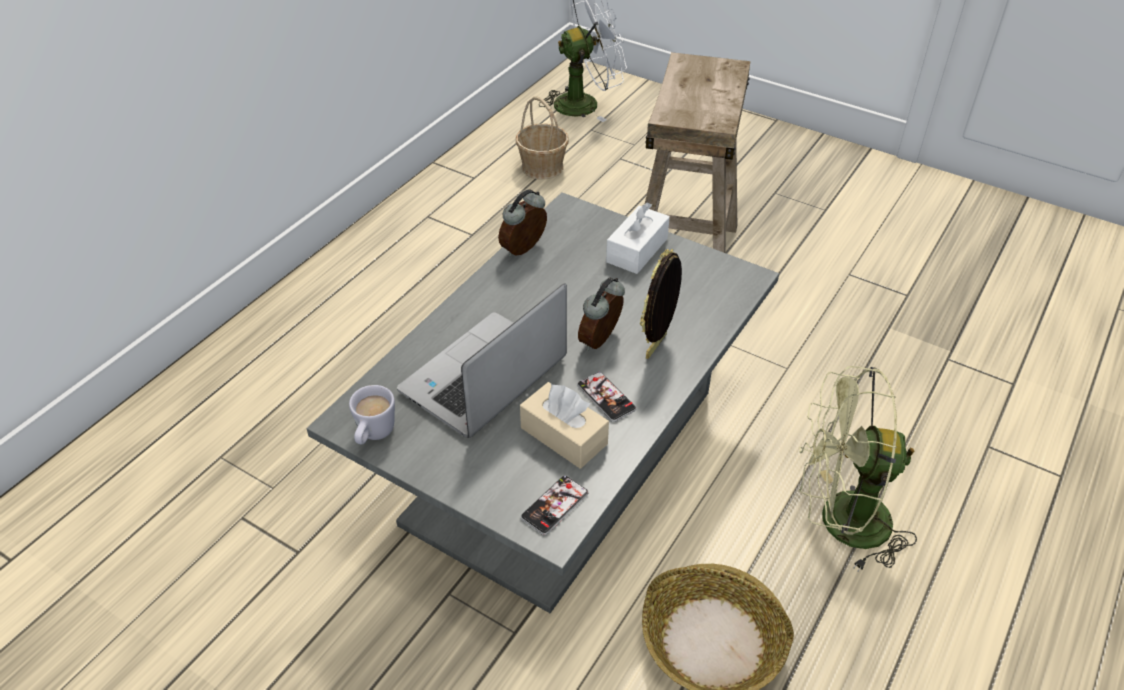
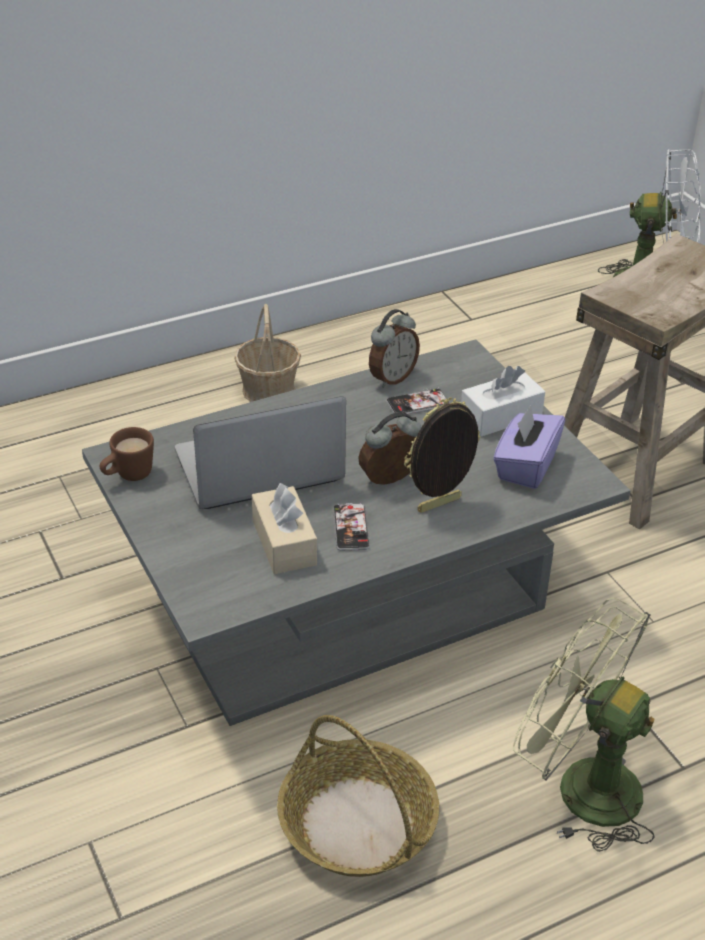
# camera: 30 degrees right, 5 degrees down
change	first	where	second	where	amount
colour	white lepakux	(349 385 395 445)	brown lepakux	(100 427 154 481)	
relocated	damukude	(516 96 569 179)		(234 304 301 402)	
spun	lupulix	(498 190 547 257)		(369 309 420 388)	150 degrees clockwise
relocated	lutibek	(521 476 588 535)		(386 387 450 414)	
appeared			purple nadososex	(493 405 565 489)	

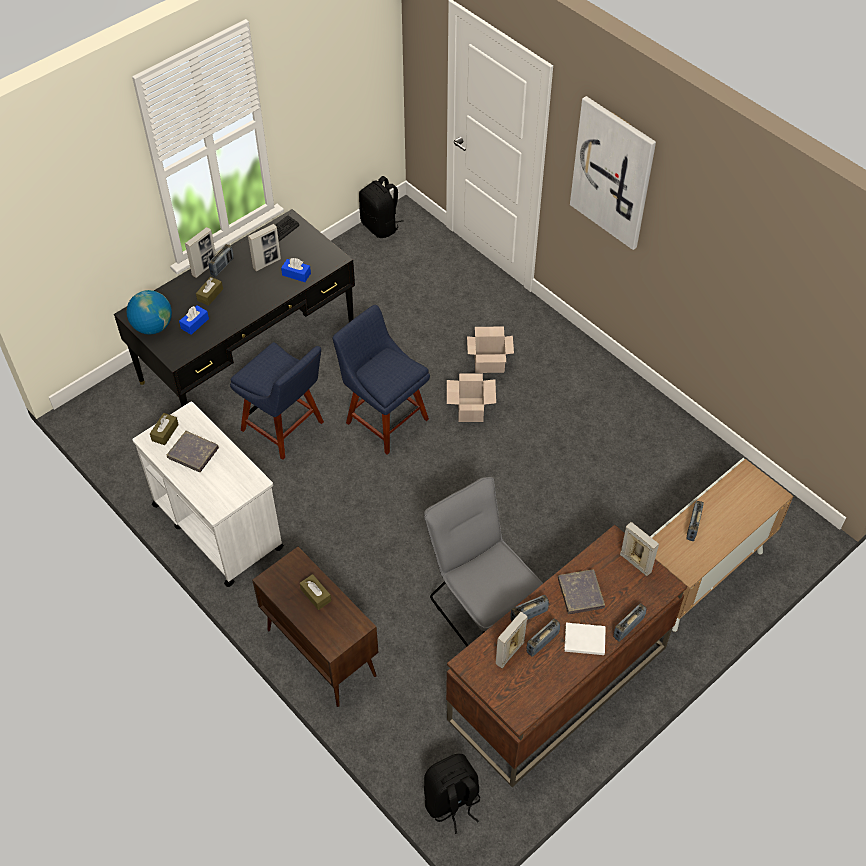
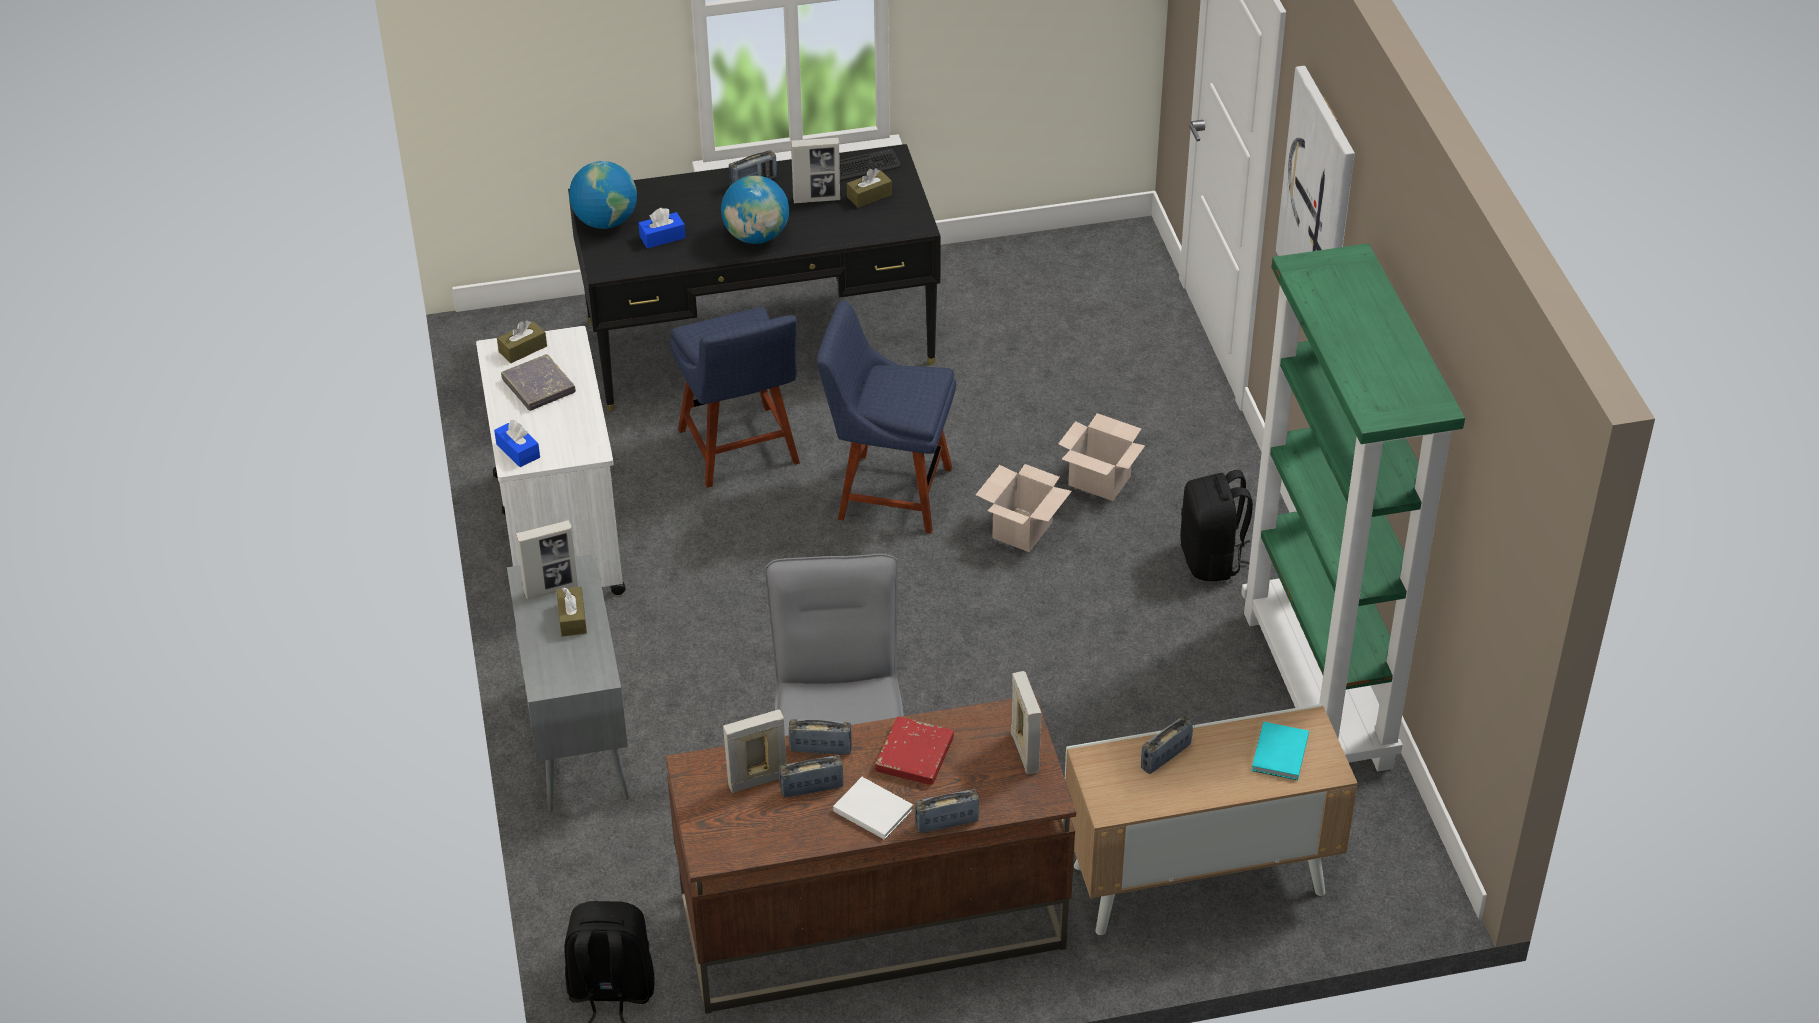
# camera: 30 degrees right, 10 degrees down
change	first	where	second	where	amount
relocated	blue nadososex	(281 258 311 282)		(494 420 540 467)	
colour	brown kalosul	(252 547 379 707)	grey kalosul	(507 554 629 812)	
relocated	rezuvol	(185 227 216 278)		(516 520 578 599)	
appeared			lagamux	(721 176 789 244)	
spun	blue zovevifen	(333 305 430 455)		(817 301 956 534)	60 degrees counterclockwise
relocated	brown nadososex	(196 277 223 306)		(847 168 892 208)	
colour	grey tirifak	(558 569 605 614)	red tirifak	(875 716 954 785)	
relocated	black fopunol	(359 176 404 238)		(1180 470 1253 581)	
appeared			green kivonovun	(1241 243 1465 771)	
appeared			turquoise tirifak	(1251 722 1309 780)	

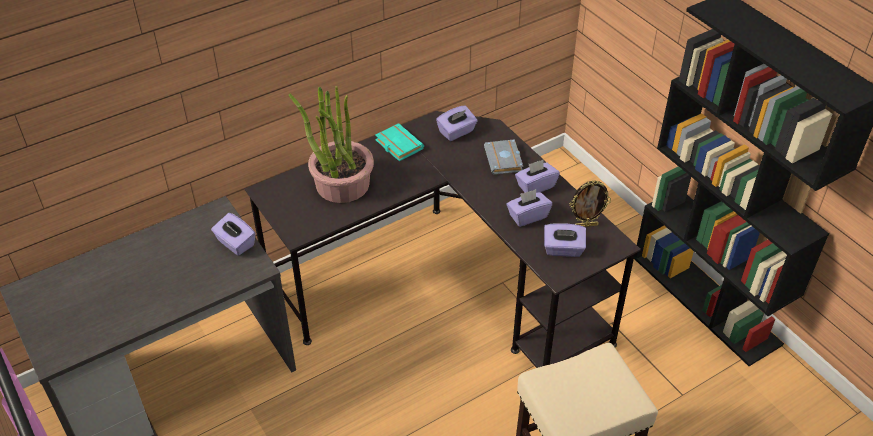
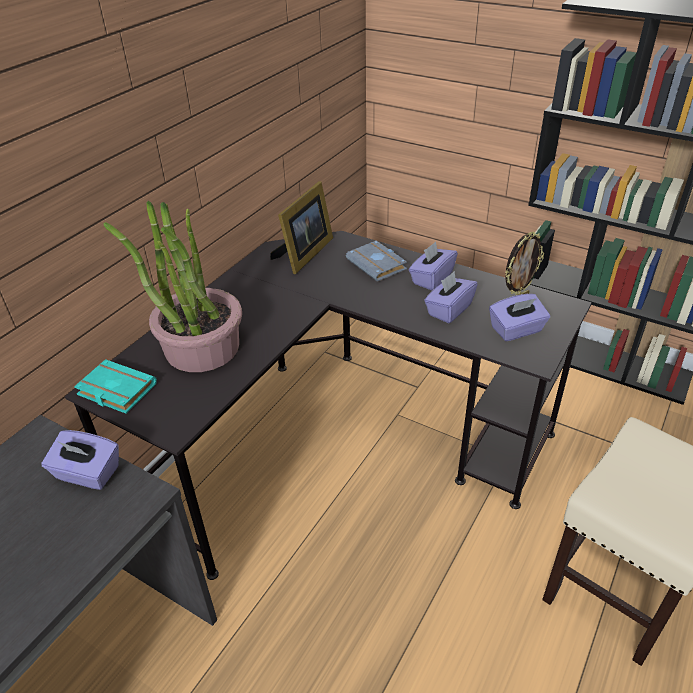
# camera: 25 degrees left, 5 degrees down
change	first	where	second	where	amount
relocated	turquoise tirifak	(375 123 424 161)		(74 359 157 414)	
exchanged	purple nadososex	(436 105 477 141)	rezuvol	(270 181 333 274)	

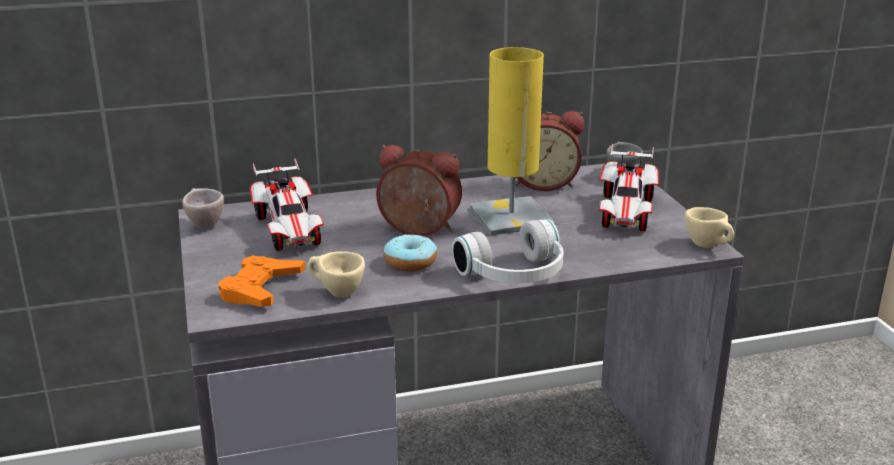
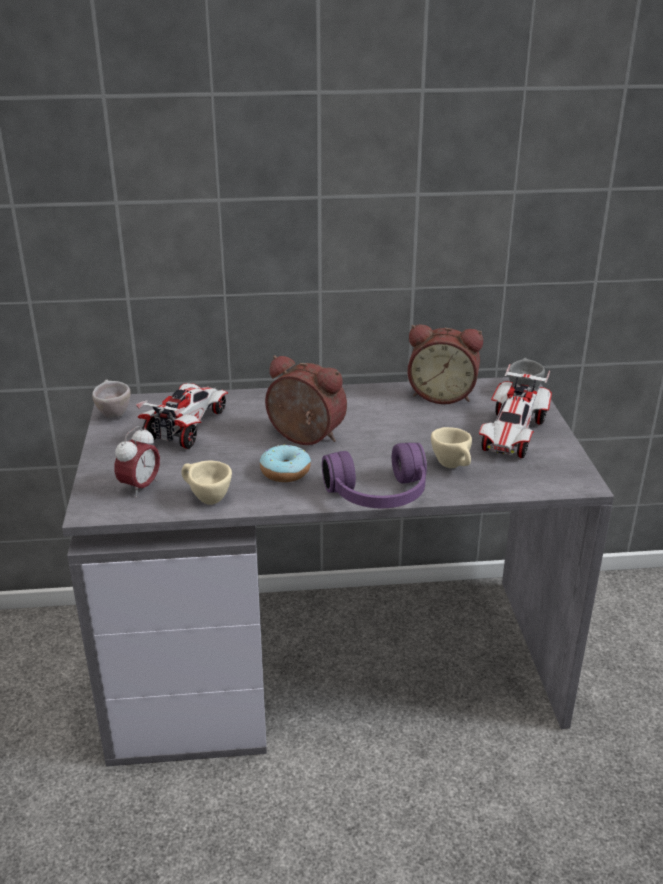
# camera: 10 degrees right, 5 degrees up
change	first	where	second	where	amount
exchanged	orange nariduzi	(219 255 306 307)	lupulix	(115 426 160 498)	
spun	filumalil	(250 158 324 251)		(136 383 228 449)	150 degrees counterclockwise
colour	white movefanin	(452 219 564 283)	purple movefanin	(322 443 427 508)	
relocated	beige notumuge	(685 207 734 248)		(431 427 472 468)	
missing	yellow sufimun	(470 47 555 235)			

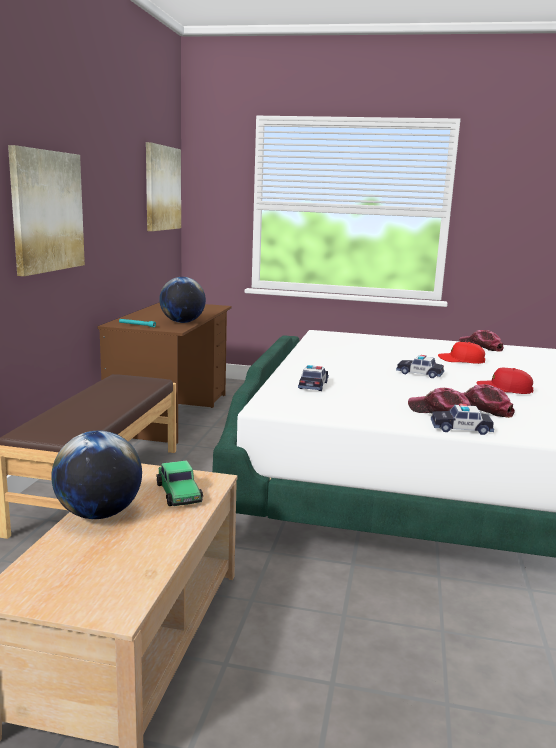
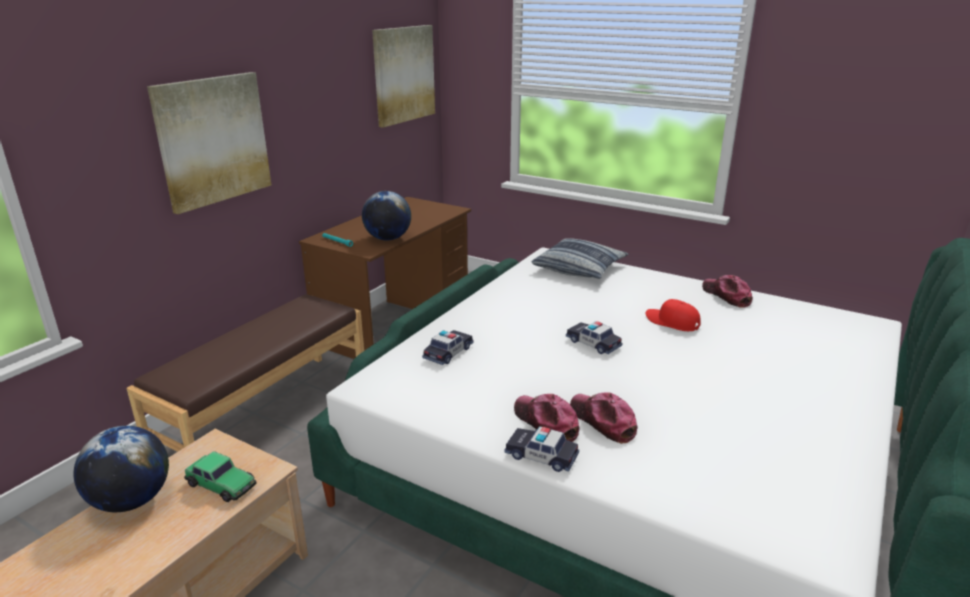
# camera: 20 degrees right, 10 degrees up
change	first	where	second	where	amount
spun	filumalil	(156 460 203 506)		(184 451 257 502)	60 degrees counterclockwise
appeared			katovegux	(531 238 628 279)	
missing	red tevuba	(477 368 533 394)			

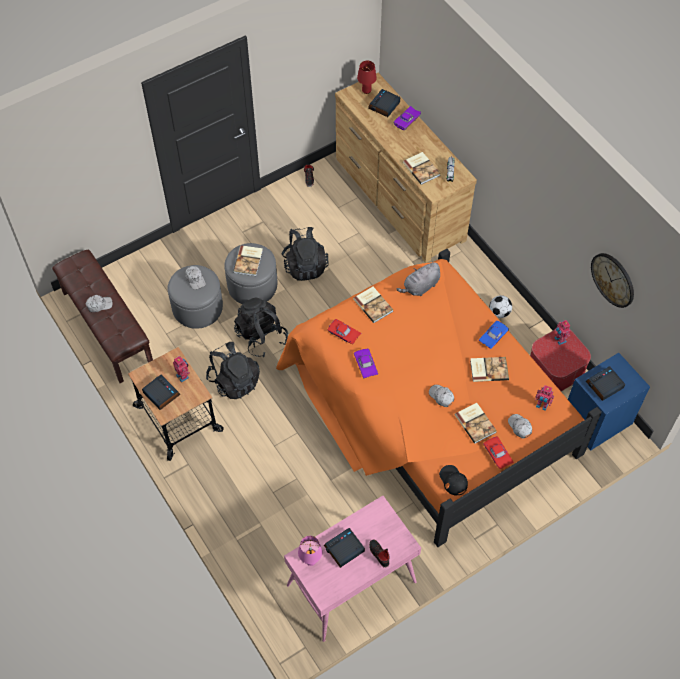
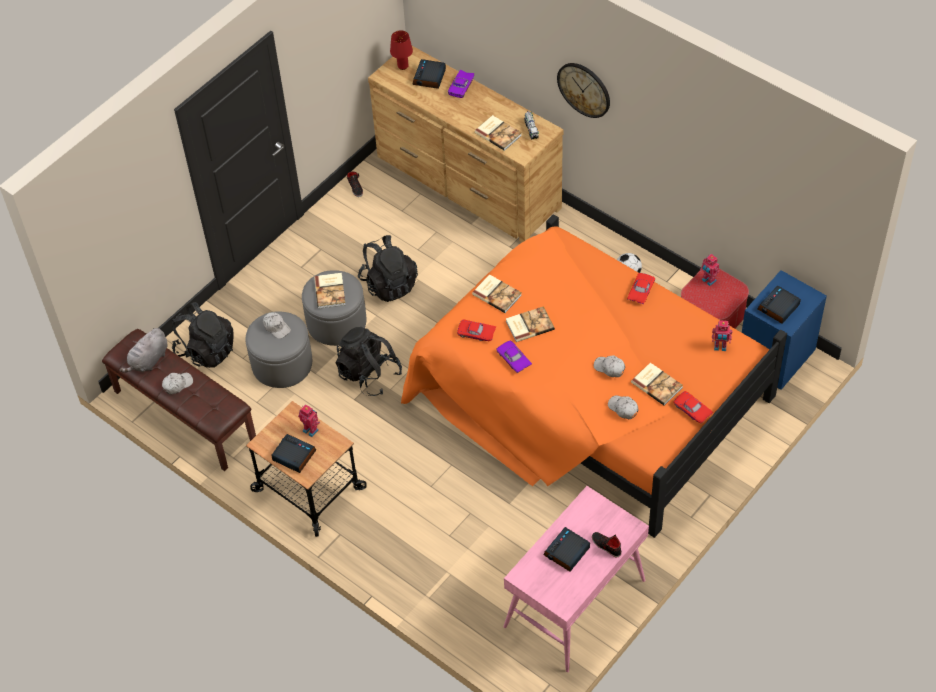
# camera: 15 degrees left, 5 degrees down
change	first	where	second	where	amount
relocated	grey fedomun	(396 262 440 296)		(120 328 168 372)	
relocated	black fopunol	(206 342 260 399)		(172 302 234 368)	
relocated	tirifak	(470 357 509 382)		(506 306 555 342)	
relocated	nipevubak	(591 253 634 308)		(557 63 610 118)	
relocated	white tevuba	(508 414 532 439)		(608 396 638 419)	
colour	blue filumalil	(479 321 509 349)	red filumalil	(627 273 655 304)	
missing	pink sufimun	(298 536 322 566)			
missing	black tevuba	(439 465 468 496)			

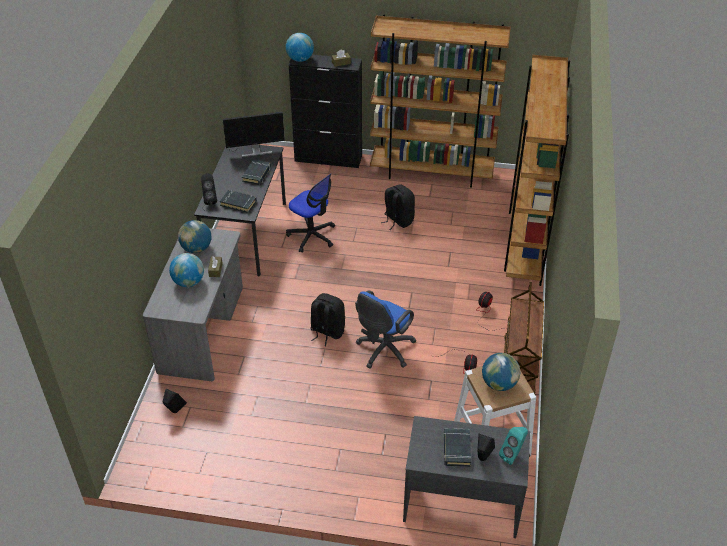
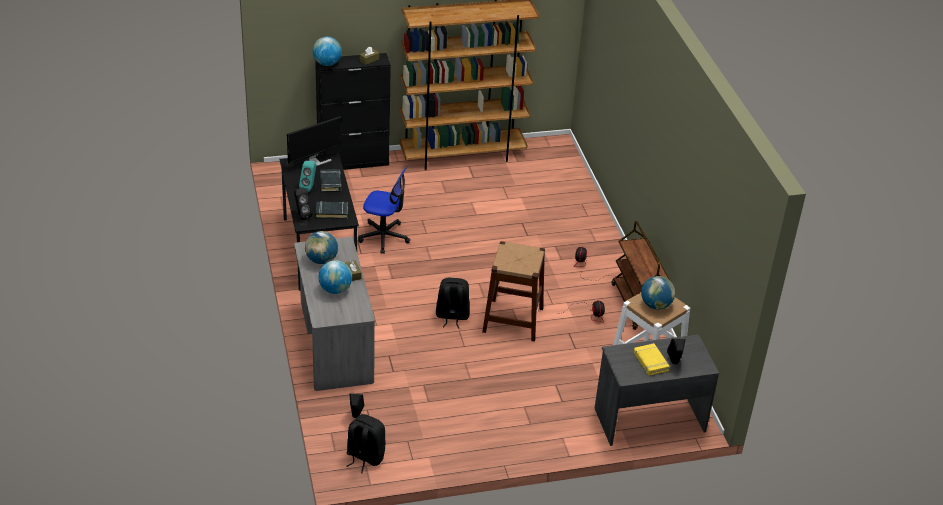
# camera: 25 degrees left, 5 degrees down
change	first	where	second	where	amount
relocated	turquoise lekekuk	(499 427 528 465)		(299 161 316 192)	
relocated	black fopunol	(381 184 415 230)		(346 414 386 473)	
exchanged	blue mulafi	(355 291 416 369)	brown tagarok	(482 241 545 342)	
colour	black tirifak	(443 428 471 467)	yellow tirifak	(634 343 670 376)	
missing	brown kivonovun	(504 55 570 286)			

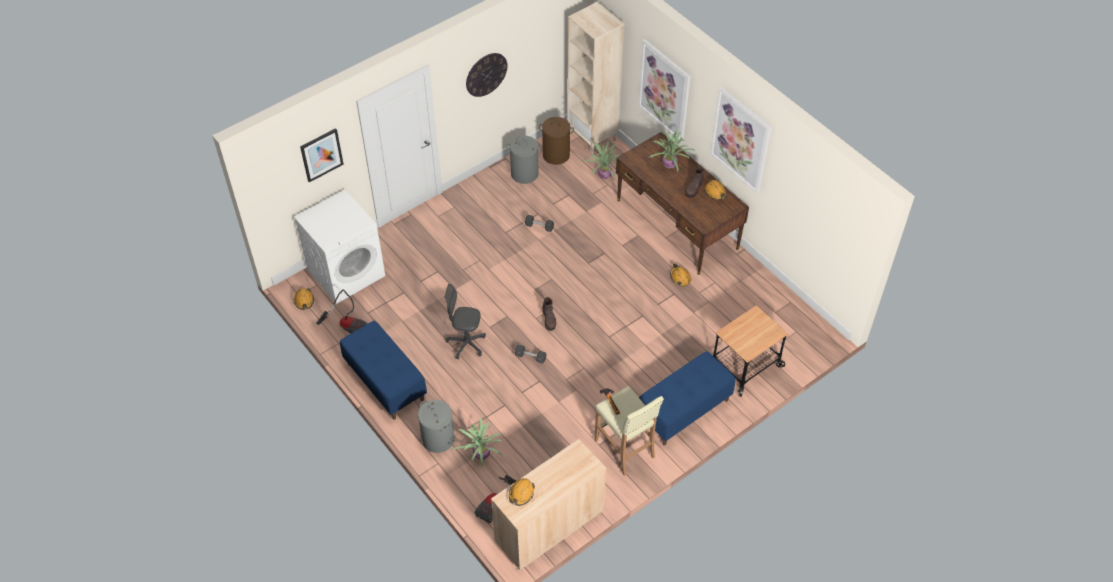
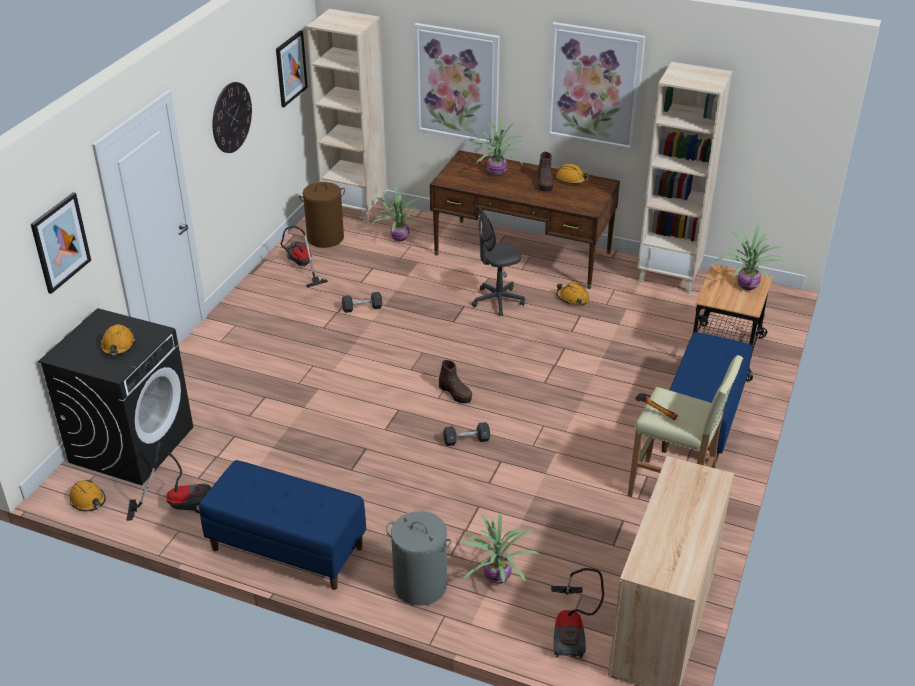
# camera: 30 degrees left, 15 degrees down
change	first	where	second	where	amount
colour	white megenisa	(294 189 385 304)	black megenisa	(38 308 193 485)	
relocated	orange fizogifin	(509 478 535 506)		(101 324 135 355)	
appeared			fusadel	(276 30 308 107)	
exchanged	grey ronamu	(506 136 542 184)	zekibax	(281 226 328 288)	
relocated	grey mulafi	(445 284 486 359)		(472 205 525 316)	
appeared			beige kivonovun	(638 62 732 294)	
appeared			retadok	(715 225 783 290)	

